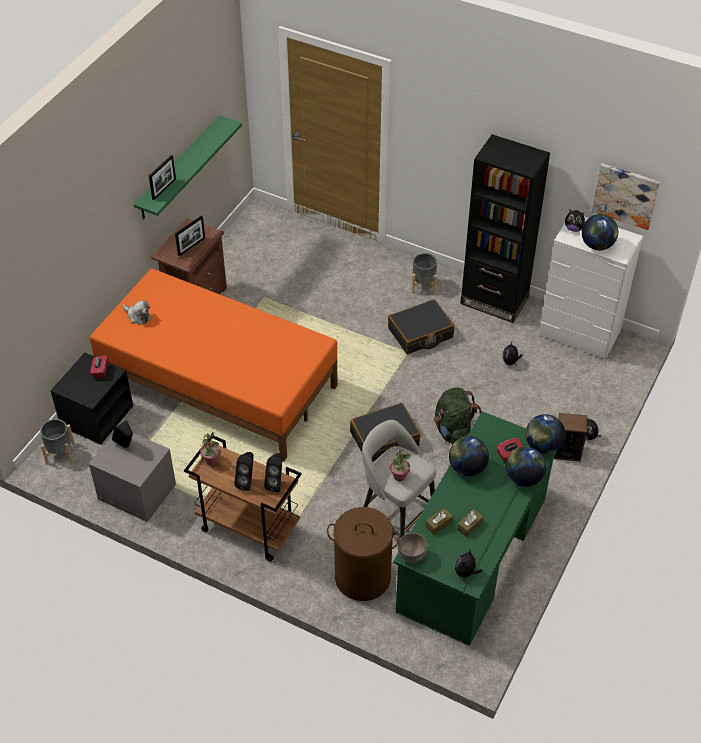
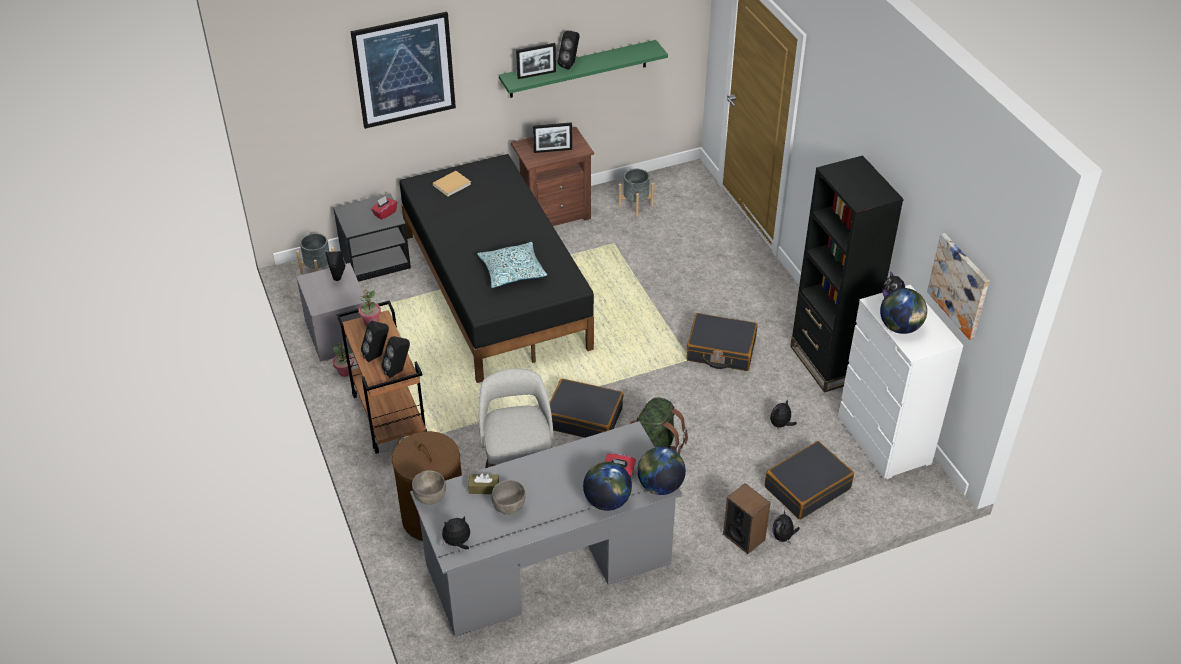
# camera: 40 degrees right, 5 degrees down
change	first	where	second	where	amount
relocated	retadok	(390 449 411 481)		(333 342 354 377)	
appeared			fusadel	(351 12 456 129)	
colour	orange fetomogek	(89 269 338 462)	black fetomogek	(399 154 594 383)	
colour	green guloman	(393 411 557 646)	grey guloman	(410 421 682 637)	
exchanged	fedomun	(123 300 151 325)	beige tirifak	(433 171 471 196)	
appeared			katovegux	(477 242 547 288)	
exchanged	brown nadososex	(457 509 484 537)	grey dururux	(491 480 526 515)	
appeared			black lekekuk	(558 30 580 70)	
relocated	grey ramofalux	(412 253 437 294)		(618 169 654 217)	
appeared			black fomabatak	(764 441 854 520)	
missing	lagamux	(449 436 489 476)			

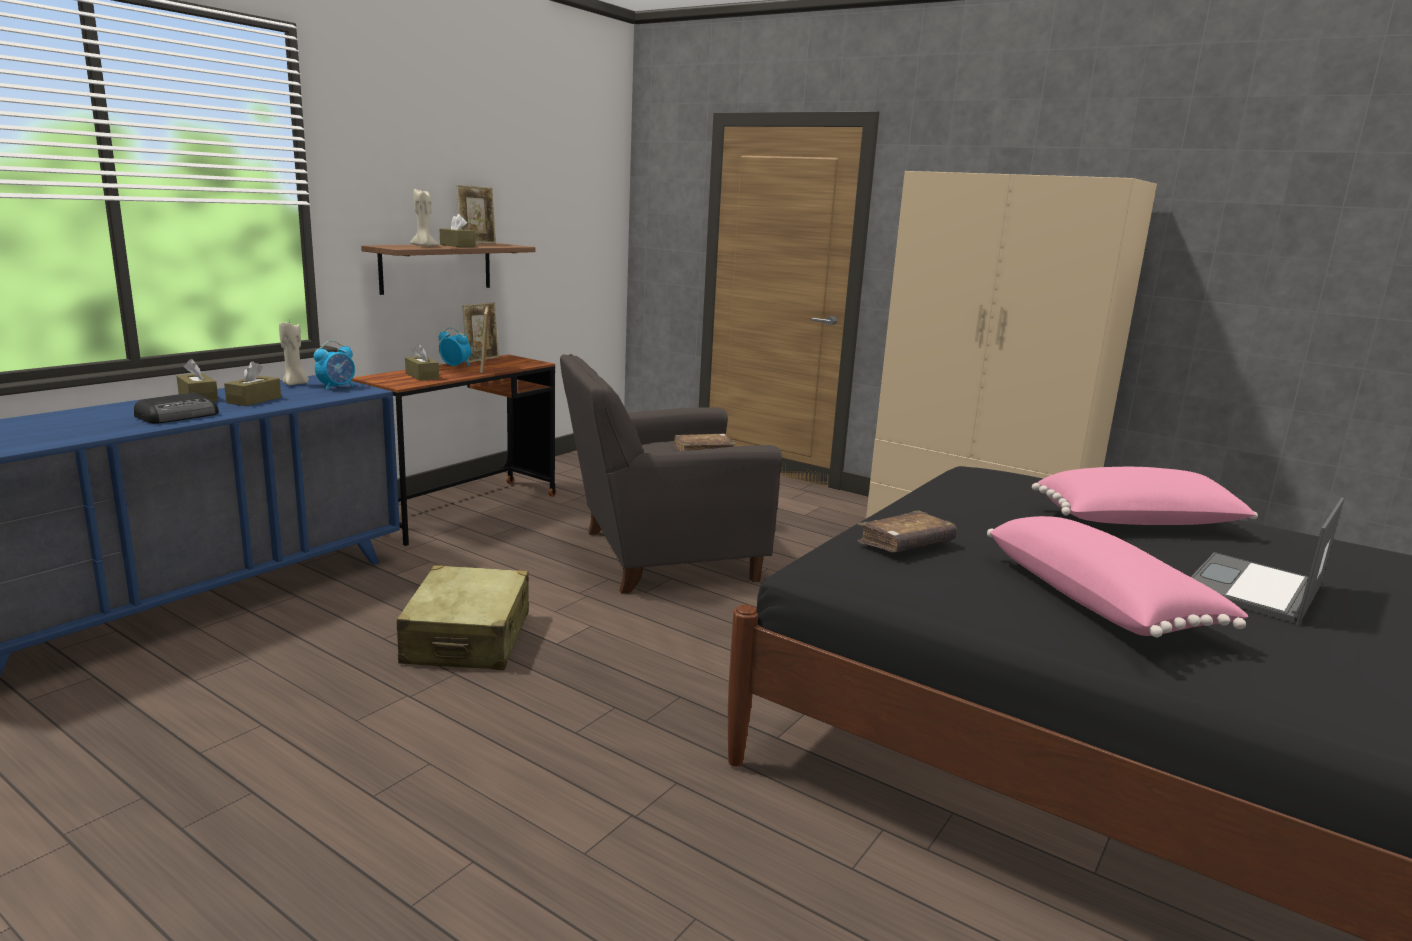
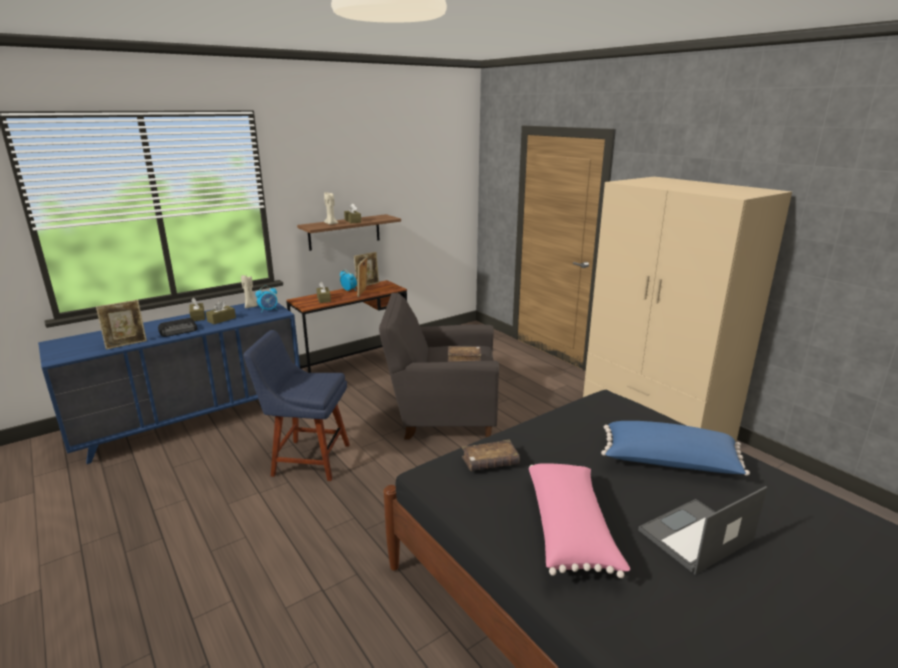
# camera: 20 degrees right, 5 degrees up
change	first	where	second	where	amount
relocated	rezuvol	(456 185 496 244)		(96 300 147 350)	
exchanged	beige fomabatak	(397 565 529 670)	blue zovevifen	(243 330 350 481)	
colour	pink katovegux	(1032 467 1258 525)	blue katovegux	(601 421 750 476)	

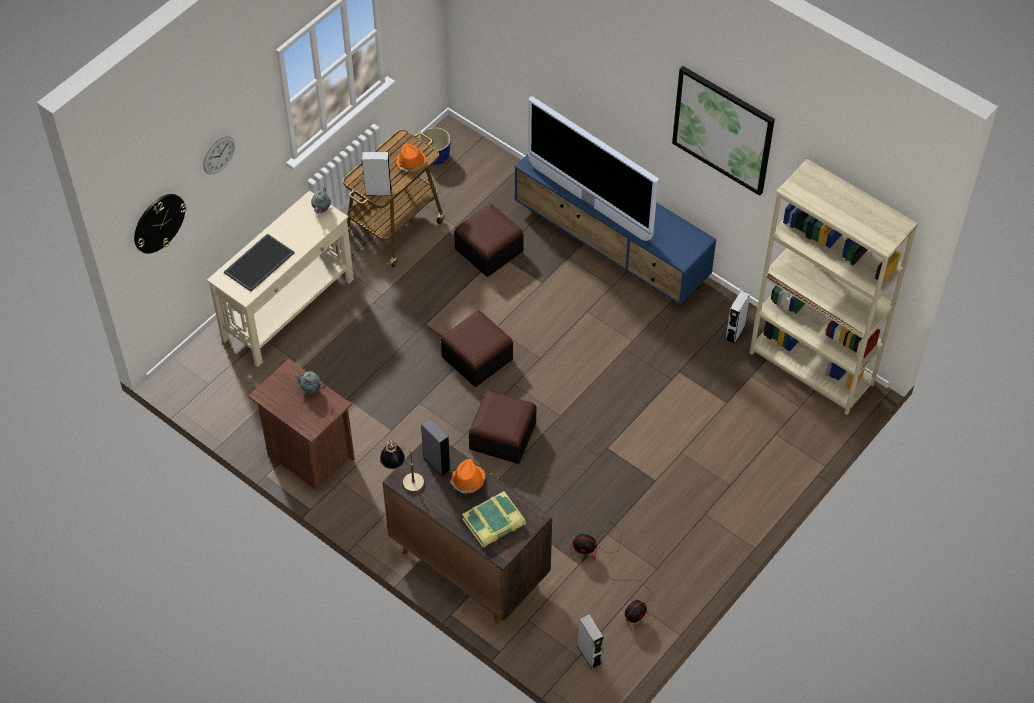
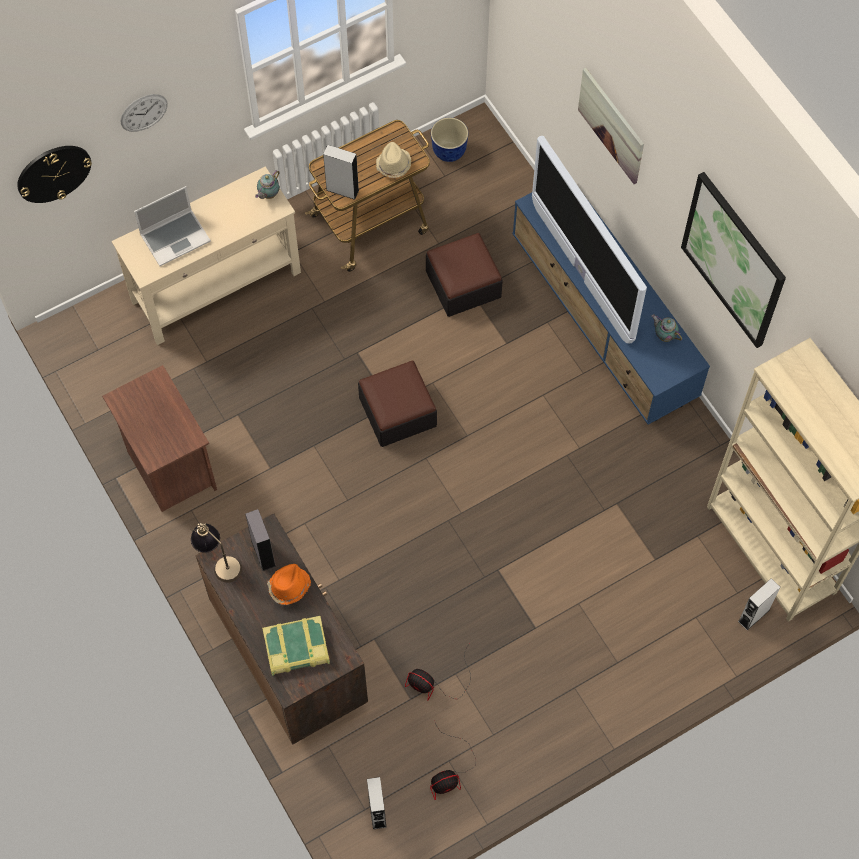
# camera: 20 degrees right, 10 degrees up
change	first	where	second	where	amount
exchanged	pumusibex	(224 233 294 291)	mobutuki	(134 186 211 266)	
colour	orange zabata	(396 144 426 171)	beige zabata	(376 142 411 178)	
appeared			fusadel	(578 68 644 184)	
relocated	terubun	(294 371 326 394)		(651 314 682 342)	
relocated	grey lekekuk	(725 290 750 345)		(738 578 780 630)	
missing	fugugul	(469 390 536 464)			

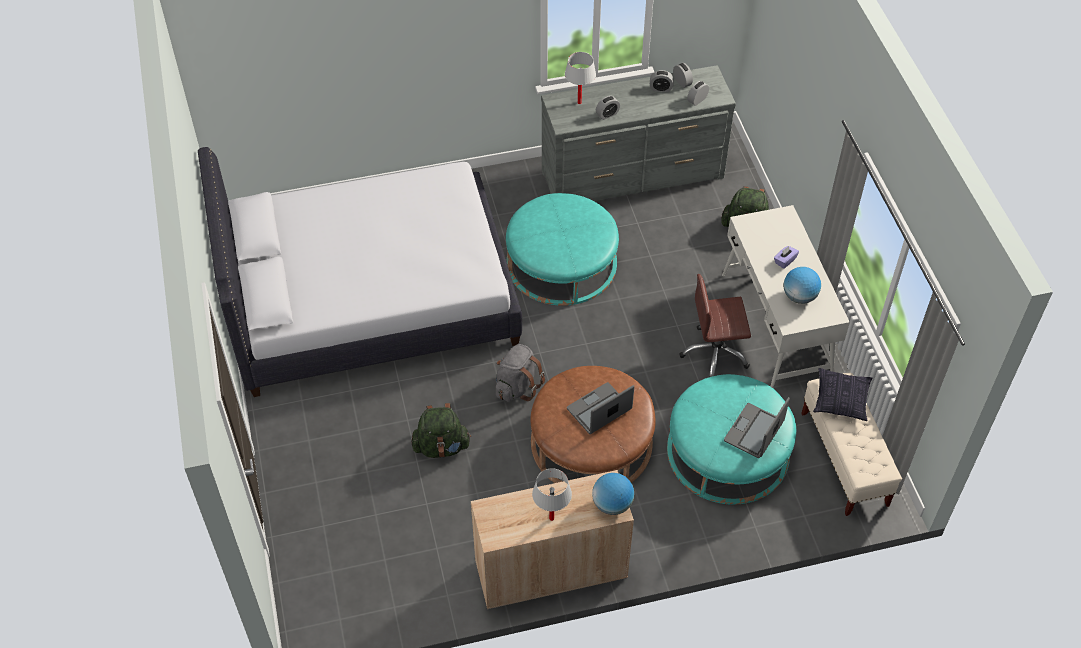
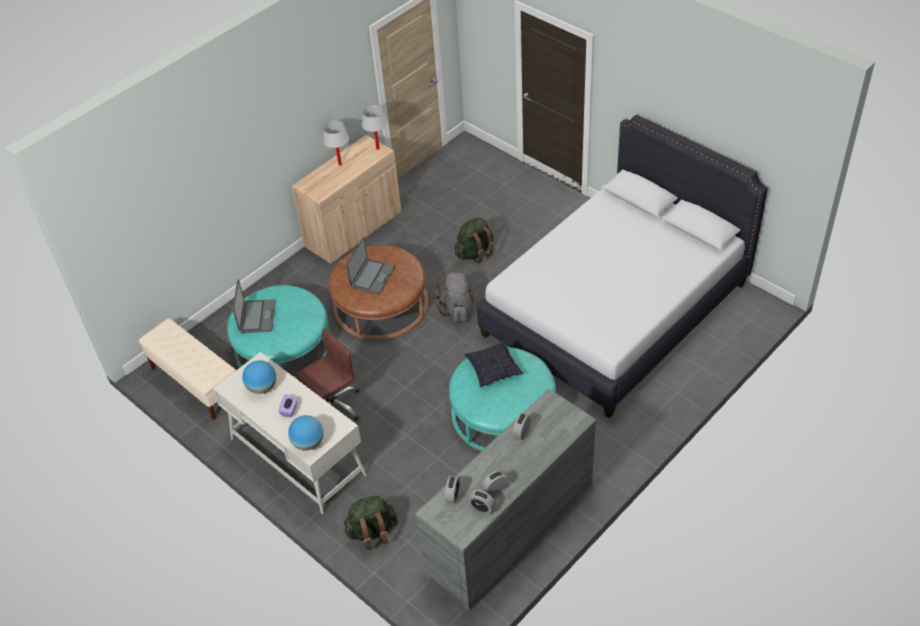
# camera: 150 degrees right, 5 degrees down
change	first	where	second	where	amount
relocated	lagamux	(592 473 634 515)		(288 415 323 451)	
relocated	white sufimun	(565 52 596 104)		(362 105 387 150)	
relocated	katovegux	(813 368 872 421)		(465 341 523 387)	

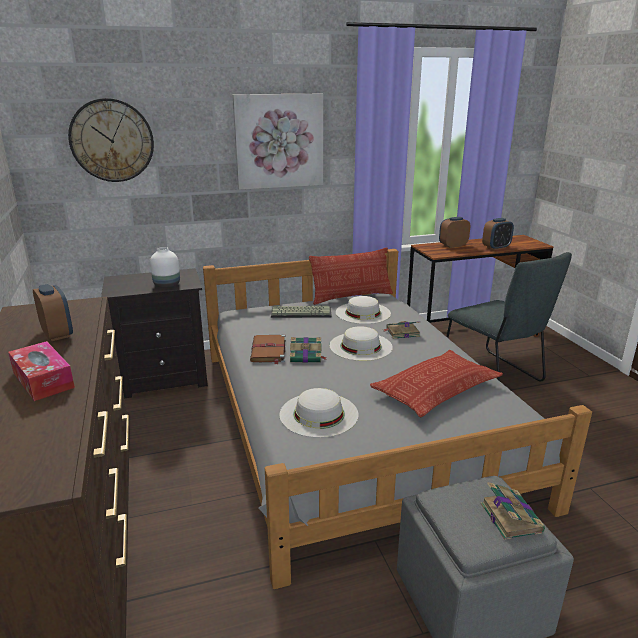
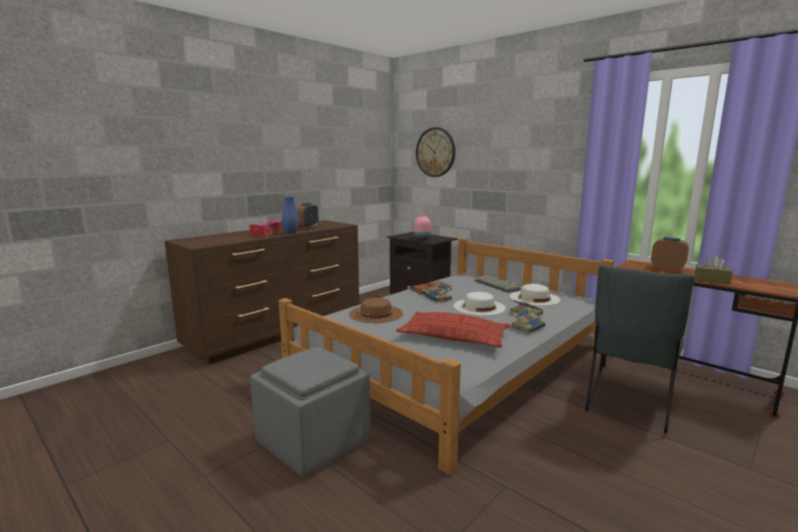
# camera: 60 degrees right, 10 degrees down
change	first	where	second	where	amount
appeared			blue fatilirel	(282 196 299 234)	
colour	white zabata	(279 388 359 438)	brown zabata	(349 298 403 323)	
colour	white fatilirel	(150 247 180 288)	pink fatilirel	(414 215 431 240)	
relocated	tirifak	(481 482 545 540)		(510 308 545 334)	
exchanged	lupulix	(482 218 514 250)	brown nadososex	(695 256 732 284)	
missing	fusadel	(233 94 323 190)			
missing	katovegux	(309 248 393 305)			

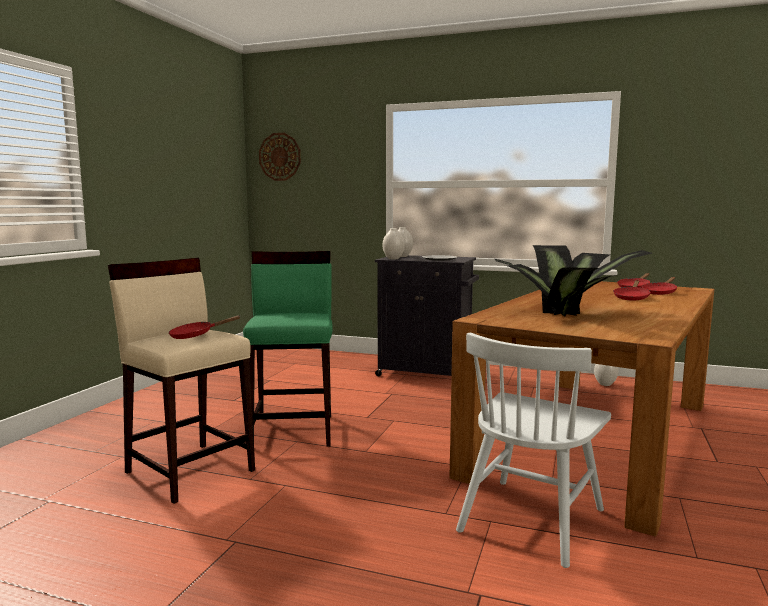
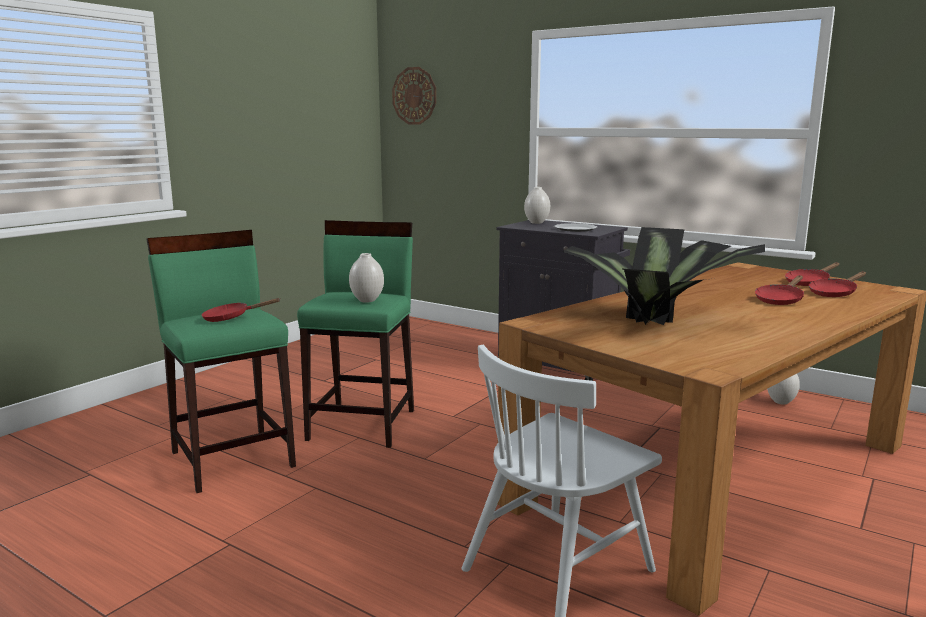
# camera: 15 degrees right, 5 degrees up
change	first	where	second	where	amount
colour	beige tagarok	(108 258 255 504)	green tagarok	(146 230 296 493)	
relocated	white fatilirel	(383 228 405 259)		(349 253 384 303)	

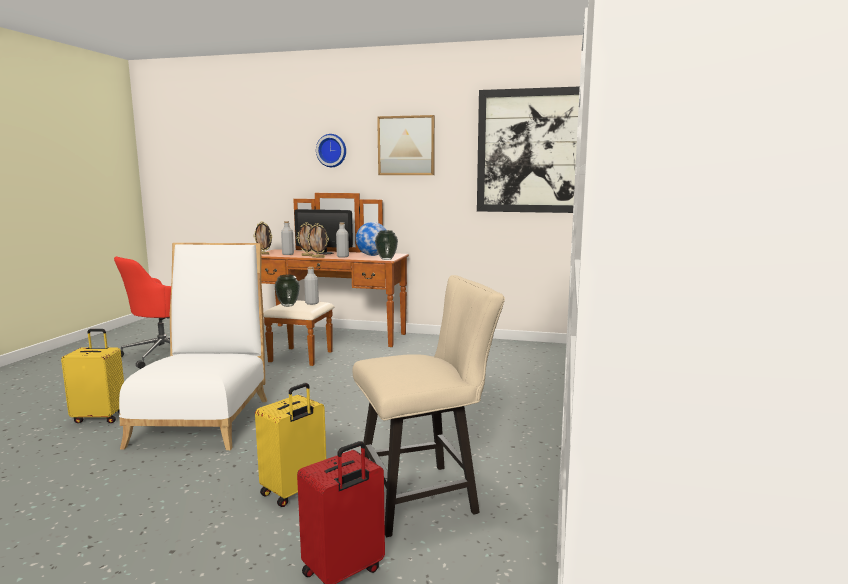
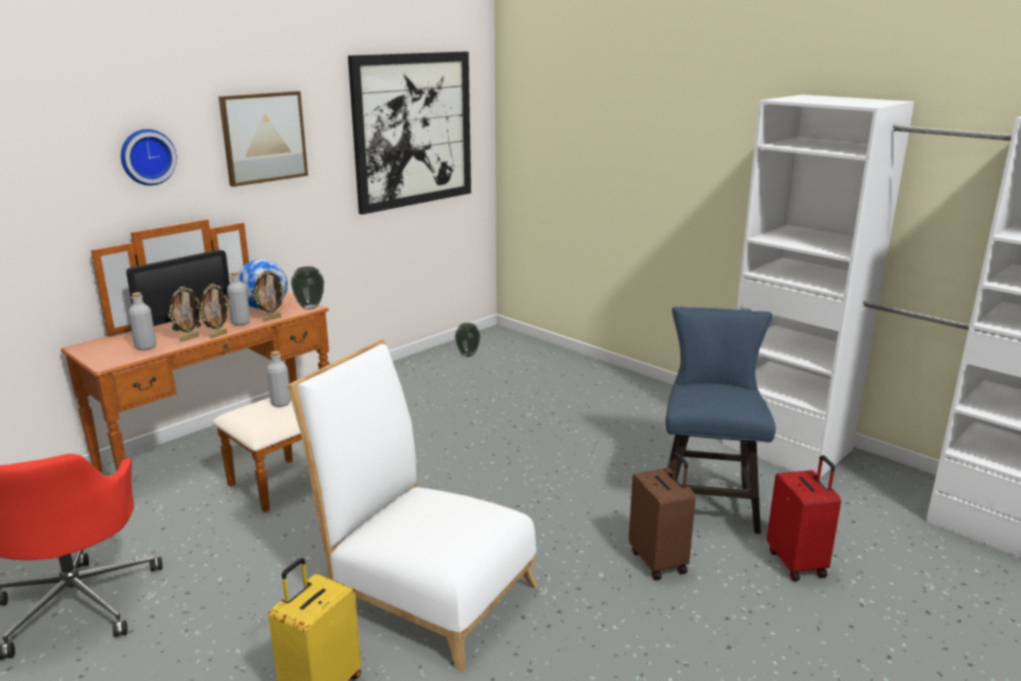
# camera: 60 degrees left, 10 degrees up
change	first	where	second	where	amount
relocated	rezuvol	(253 221 272 255)		(253 269 285 321)	
relocated	fatilirel	(275 275 300 307)		(455 323 480 357)	
colour	yellow fomabatak	(255 383 326 507)	brown fomabatak	(629 453 696 580)	
colour	beige zovevifen	(353 275 505 537)	blue zovevifen	(666 307 776 534)	

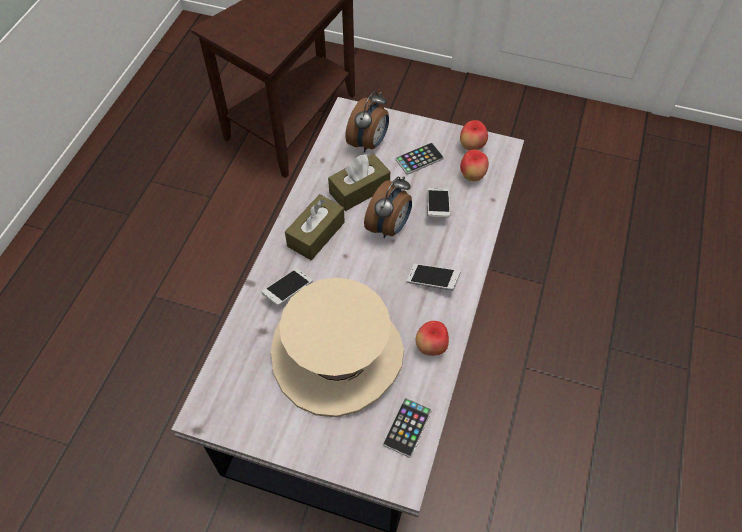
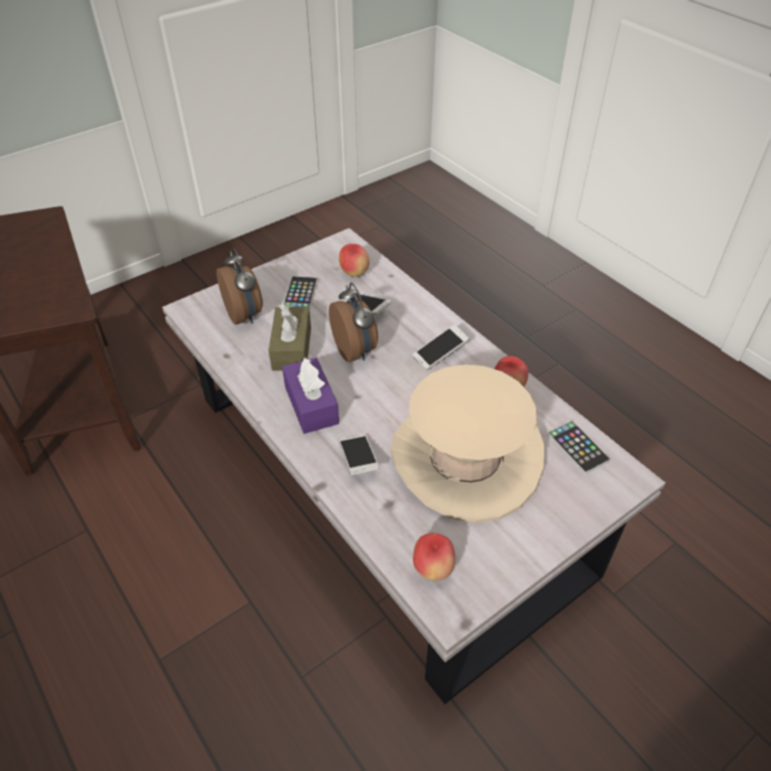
# camera: 55 degrees left, 10 degrees down
change	first	where	second	where	amount
colour	brown nadososex	(285 194 345 260)	purple nadososex	(282 357 339 434)	
relocated	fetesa	(460 120 488 150)		(413 533 455 581)	

